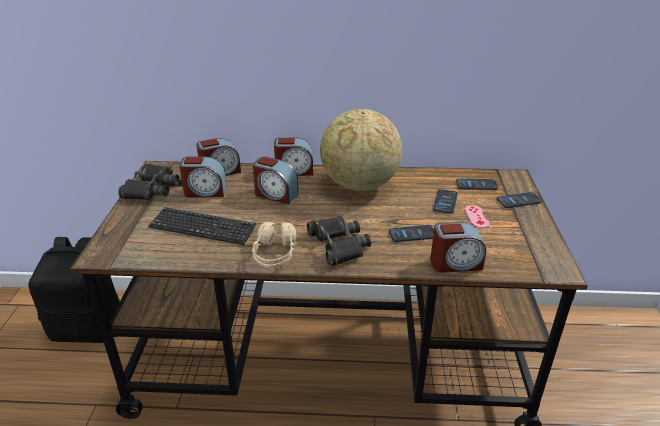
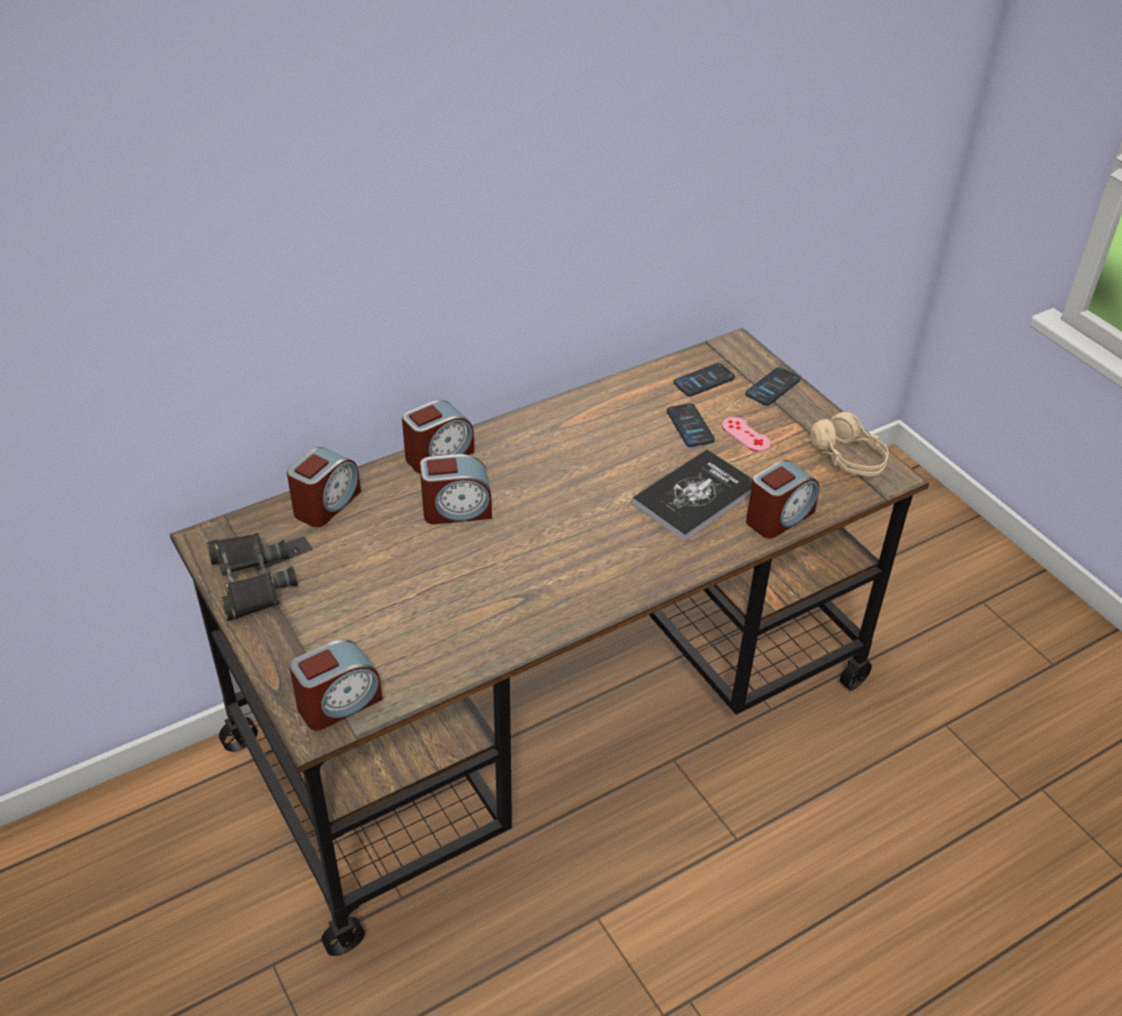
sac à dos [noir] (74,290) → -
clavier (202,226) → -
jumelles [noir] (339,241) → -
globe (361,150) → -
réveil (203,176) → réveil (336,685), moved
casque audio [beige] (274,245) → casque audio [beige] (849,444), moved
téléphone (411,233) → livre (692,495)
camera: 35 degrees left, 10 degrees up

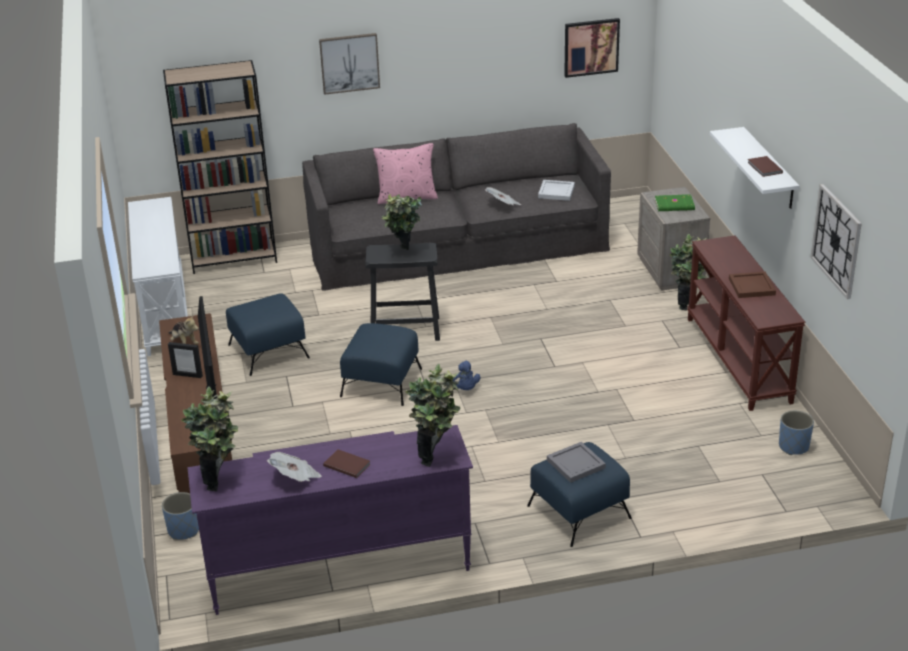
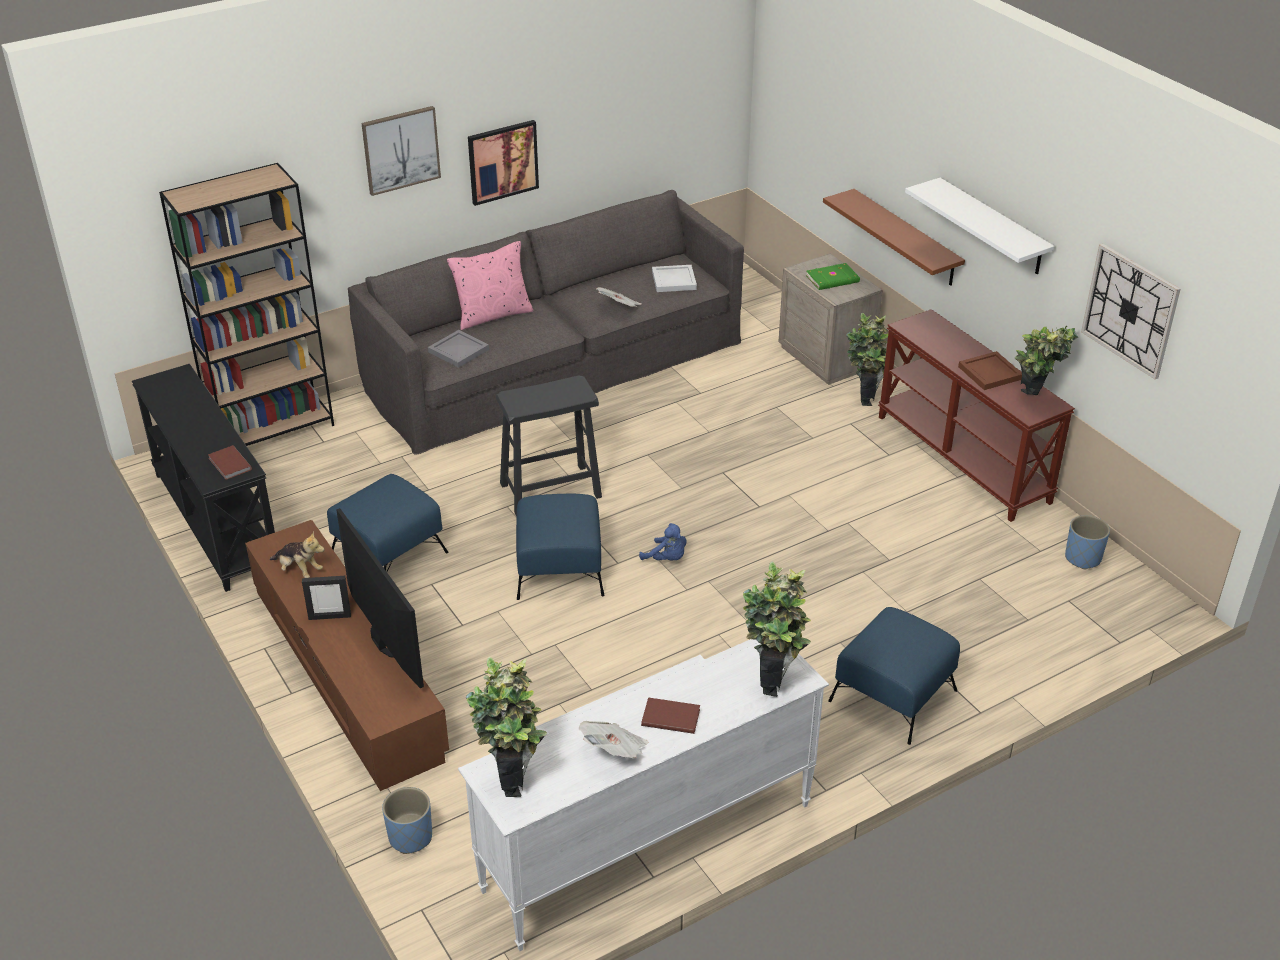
- → étagère [marron] (894,237)
plante en pot (402,222) → plante en pot (1047,360), moved
plateau [gris] (576,462) → plateau [gris] (458,349), moved
tableau (592,48) → tableau (503,163), moved
livre [marron] (765,166) → livre [marron] (230,462), moved
table console [blanc] (158,277) → table console [noir] (203,478)
meuble de rangement [violet] (330,520) → meuble de rangement [blanc] (643,795)
camera: 20 degrees left, 5 degrees up

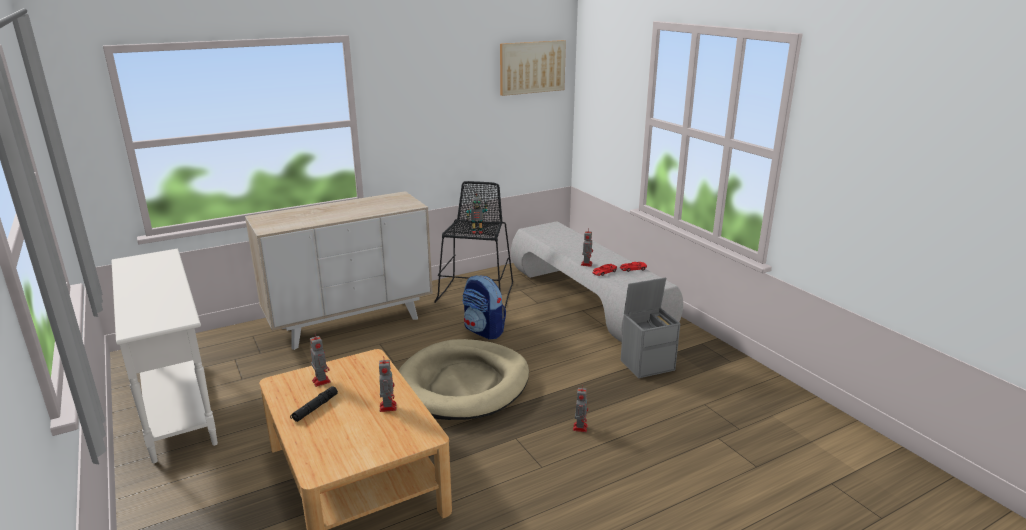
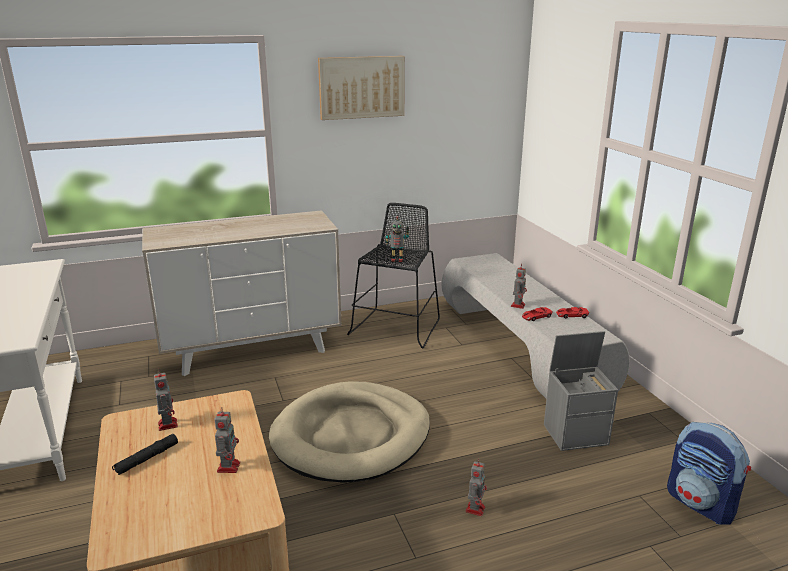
sac à dos (484,307) → sac à dos (709,473), moved
tableau (533,68) → tableau (361,88), moved
camera: 10 degrees right, 0 degrees up

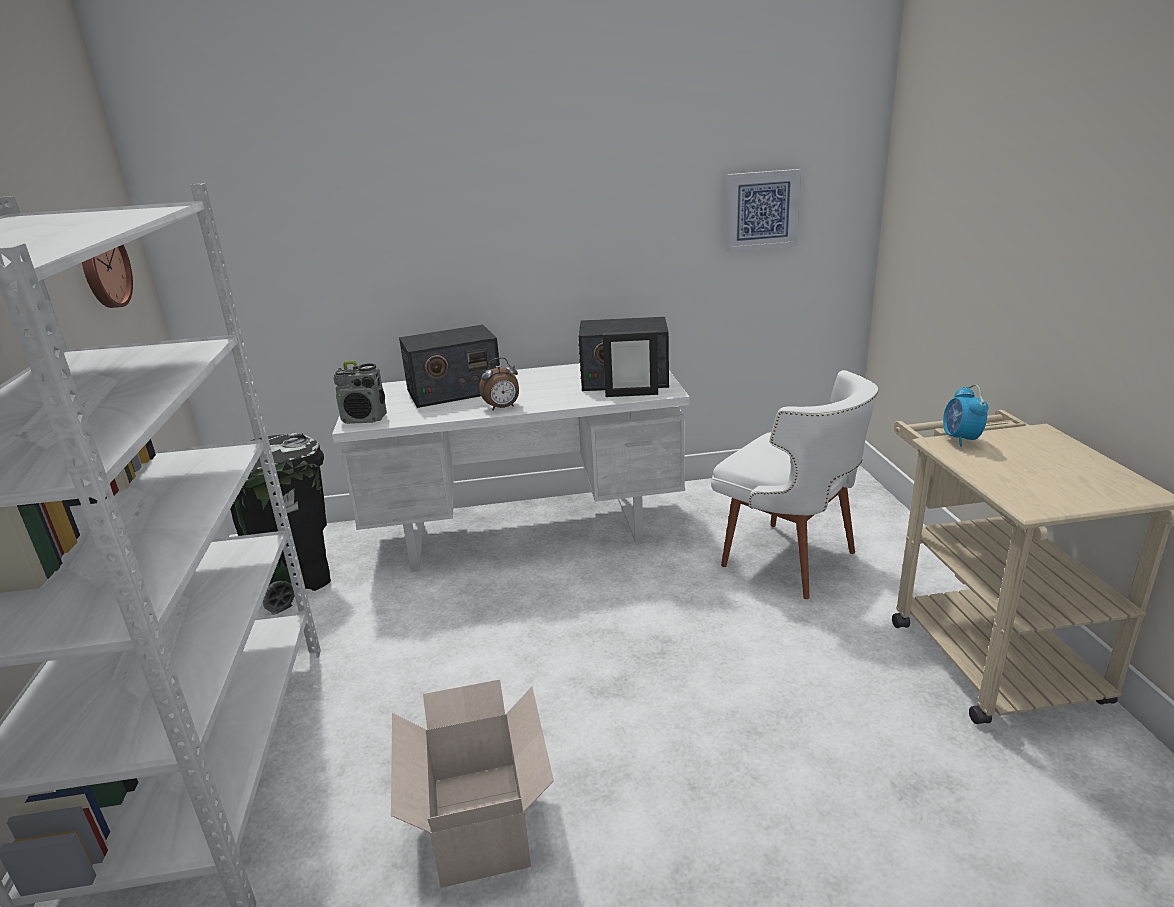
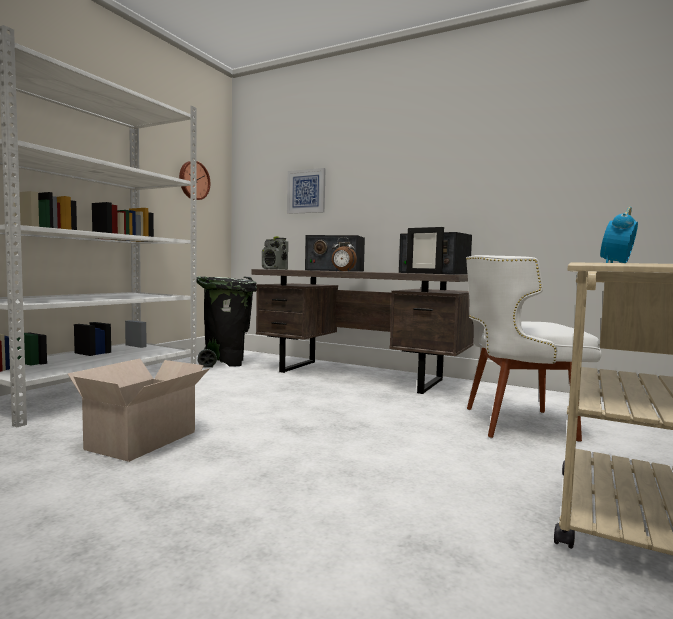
tableau (763,210) → tableau (306,191), moved
bureau [blanc] (511,467) → bureau [marron] (363,331)
chaise [blanc] (794,485) → chaise [blanc] (534,348), 105 degrees clockwise
camera: 35 degrees right, 20 degrees down

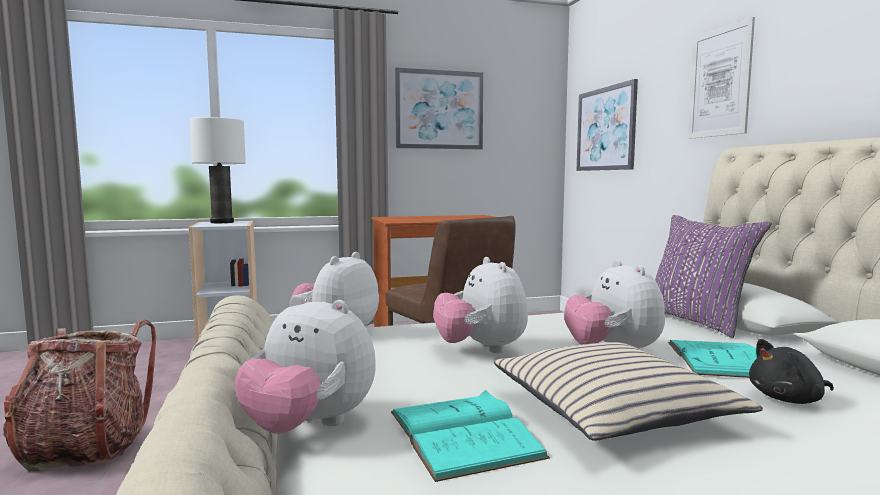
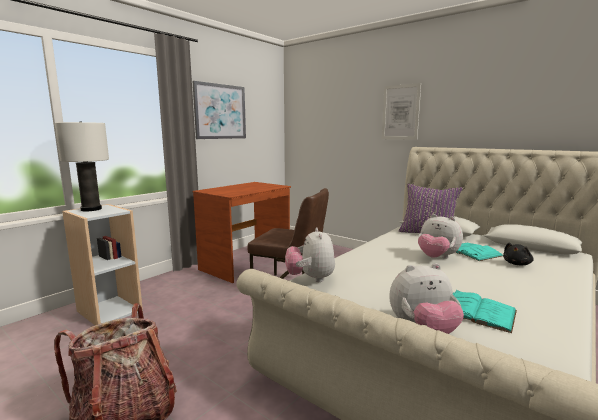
peluche (480,305) → -
coussin [beige] (628,391) → -
tableau (607,125) → -
camera: 35 degrees left, 5 degrees up

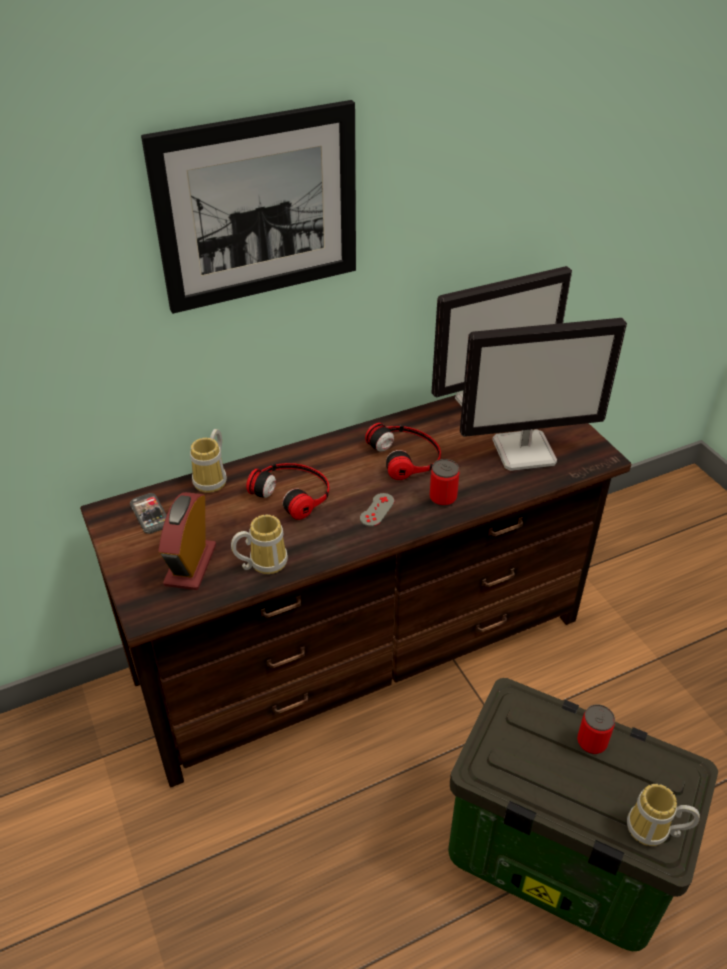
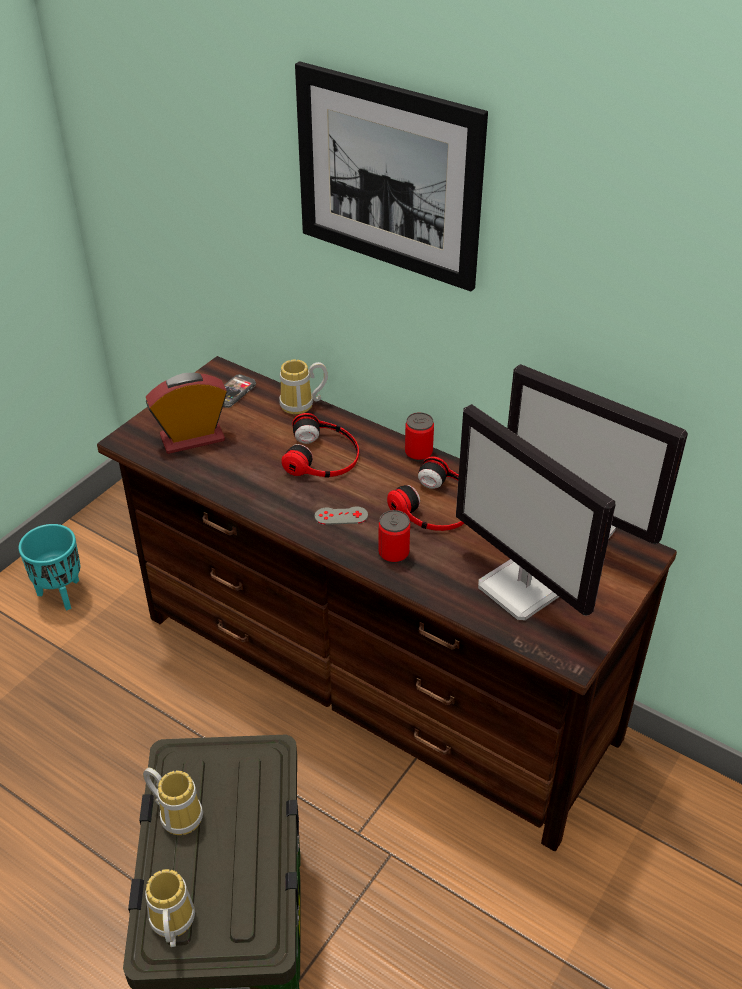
- → cache-pot [turquoise] (49,567)
mug (259,544) → mug (173,801), moved
boîte métallique (596,729) → boîte métallique (419,436), moved
camera: 60 degrees right, 0 degrees up

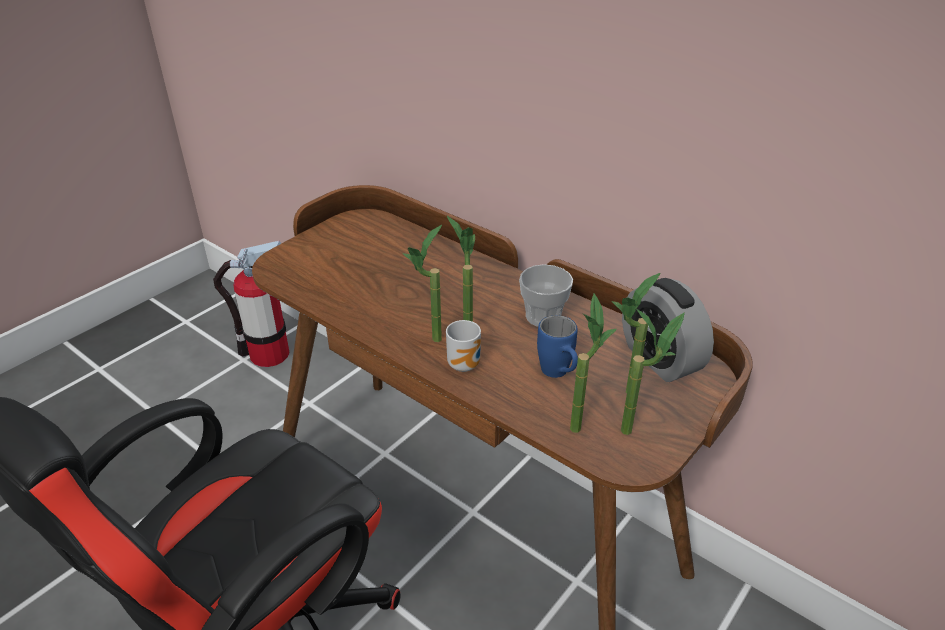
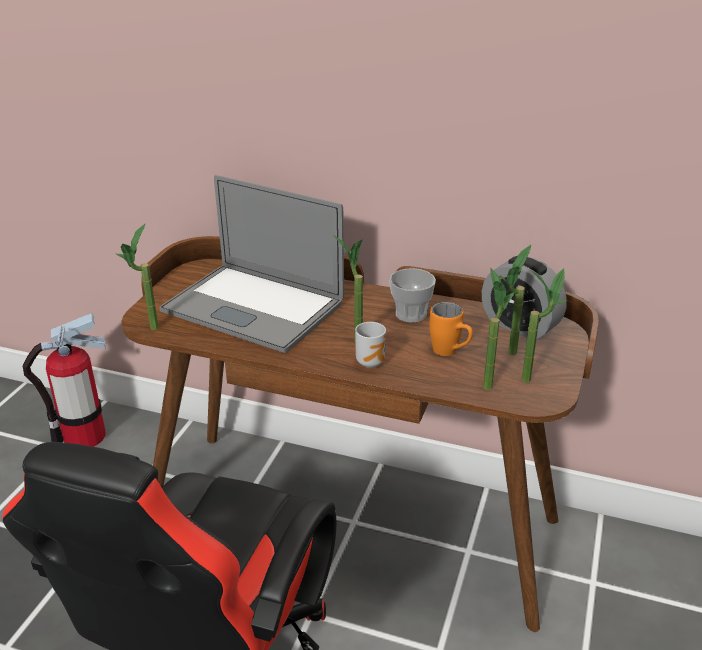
- → ordinateur portable (251,264)
plante en pot (422,283) → plante en pot (137,277), moved
mug [bleu] (557,346) → mug [orange] (451,329)
camera: 20 degrees left, 5 degrees down

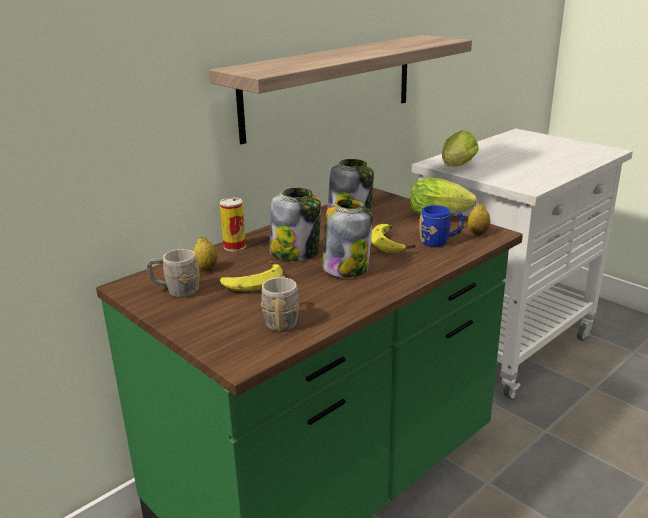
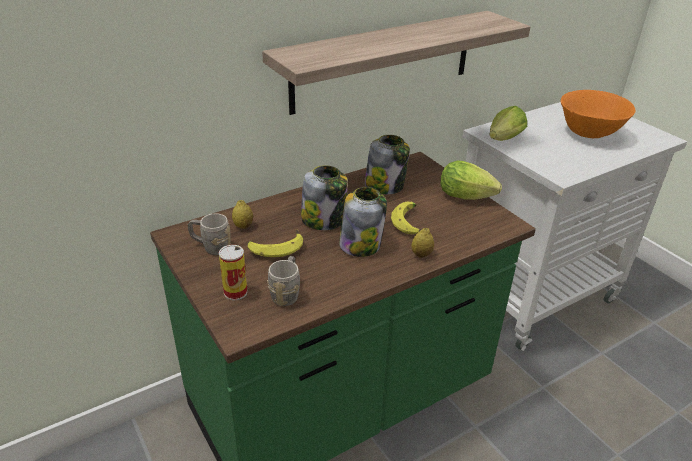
mug [bleu] (441,226) → -
- → bol [orange] (597,114)
boîte métallique (233,224) → boîte métallique (233,272), moved
citron (479,220) → citron (422,243), moved
camera: 10 degrees right, 10 degrees up

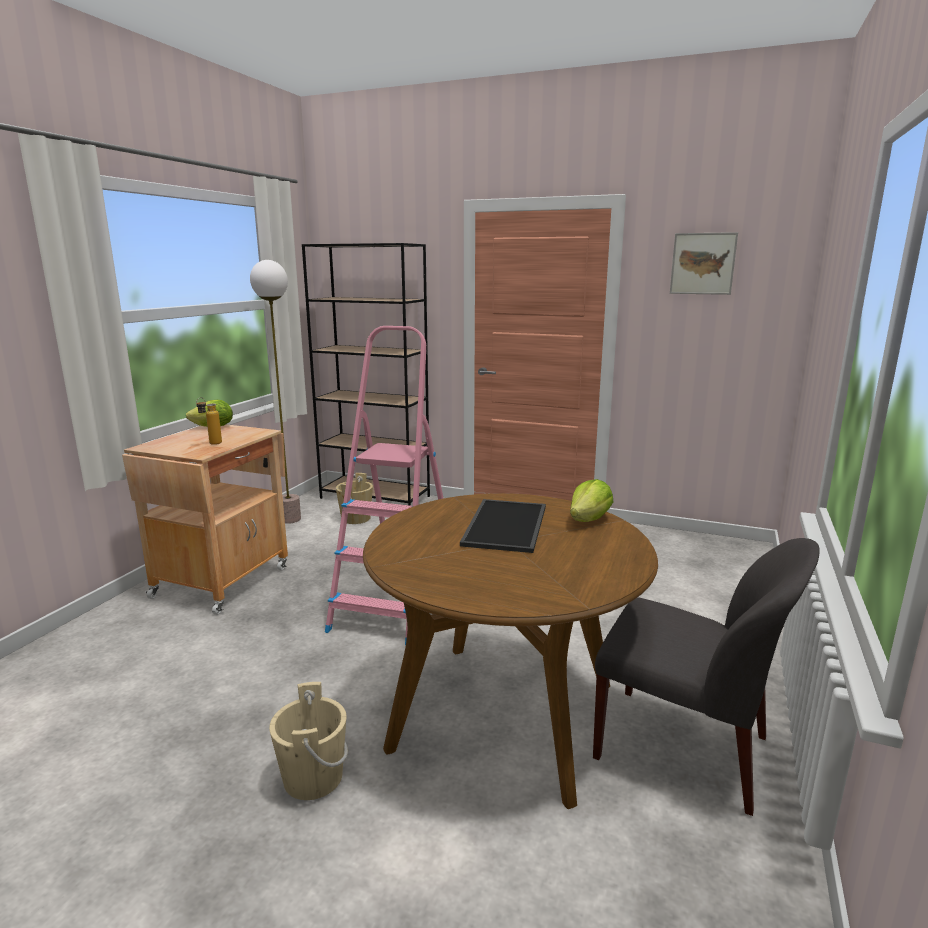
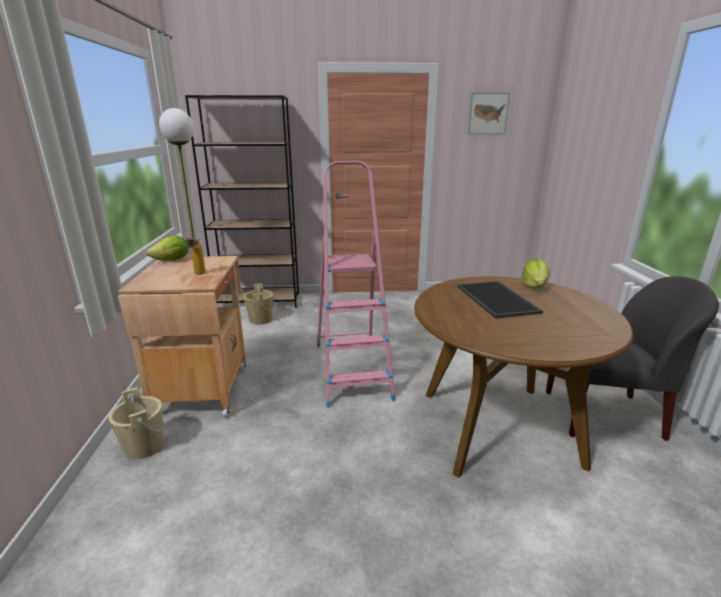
seau [beige] (308,741) → seau [beige] (137,423), moved
camera: 25 degrees left, 5 degrees up

